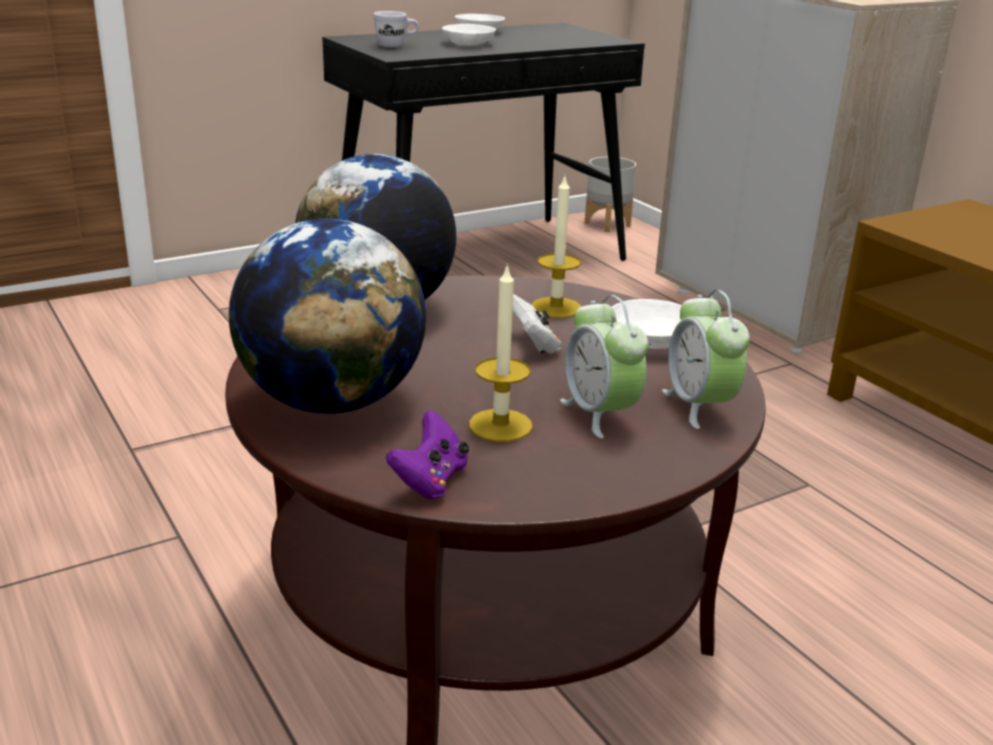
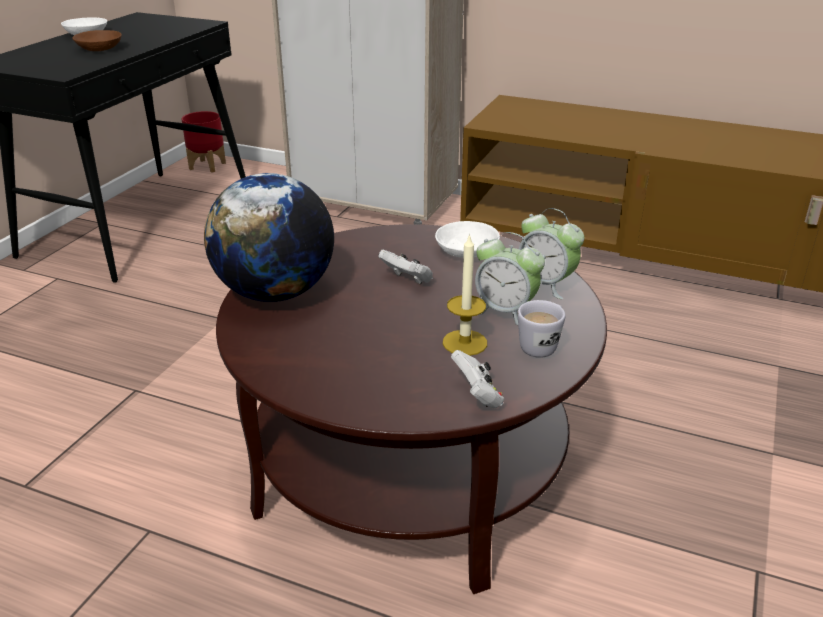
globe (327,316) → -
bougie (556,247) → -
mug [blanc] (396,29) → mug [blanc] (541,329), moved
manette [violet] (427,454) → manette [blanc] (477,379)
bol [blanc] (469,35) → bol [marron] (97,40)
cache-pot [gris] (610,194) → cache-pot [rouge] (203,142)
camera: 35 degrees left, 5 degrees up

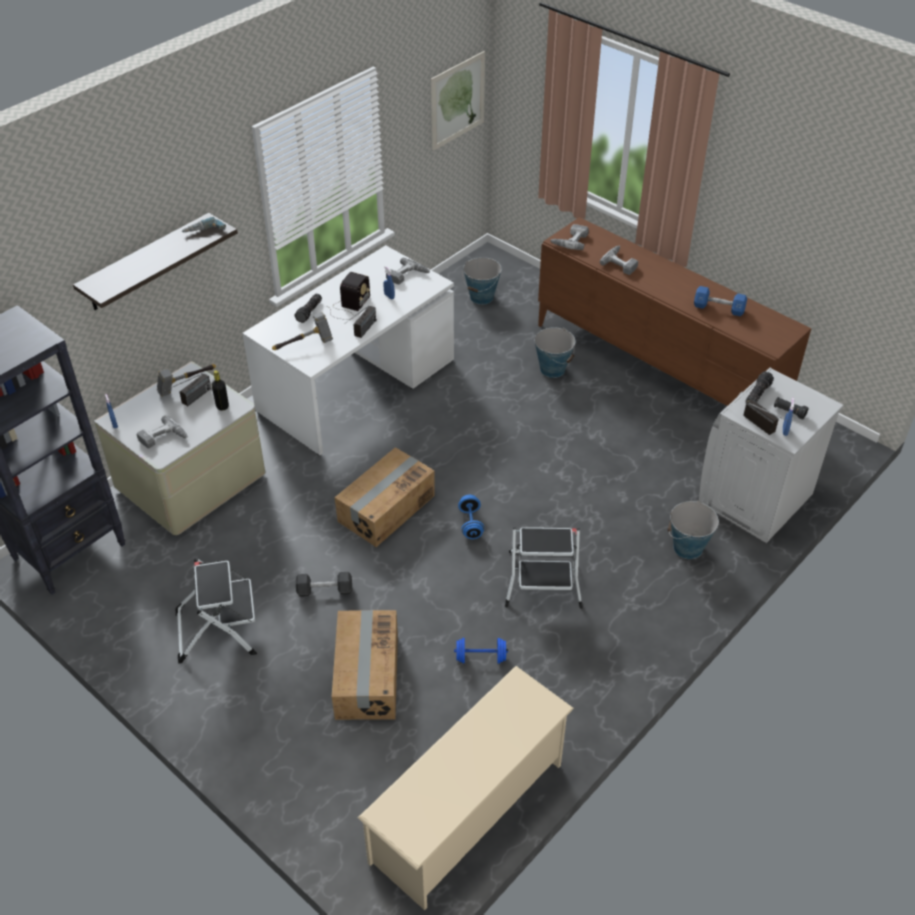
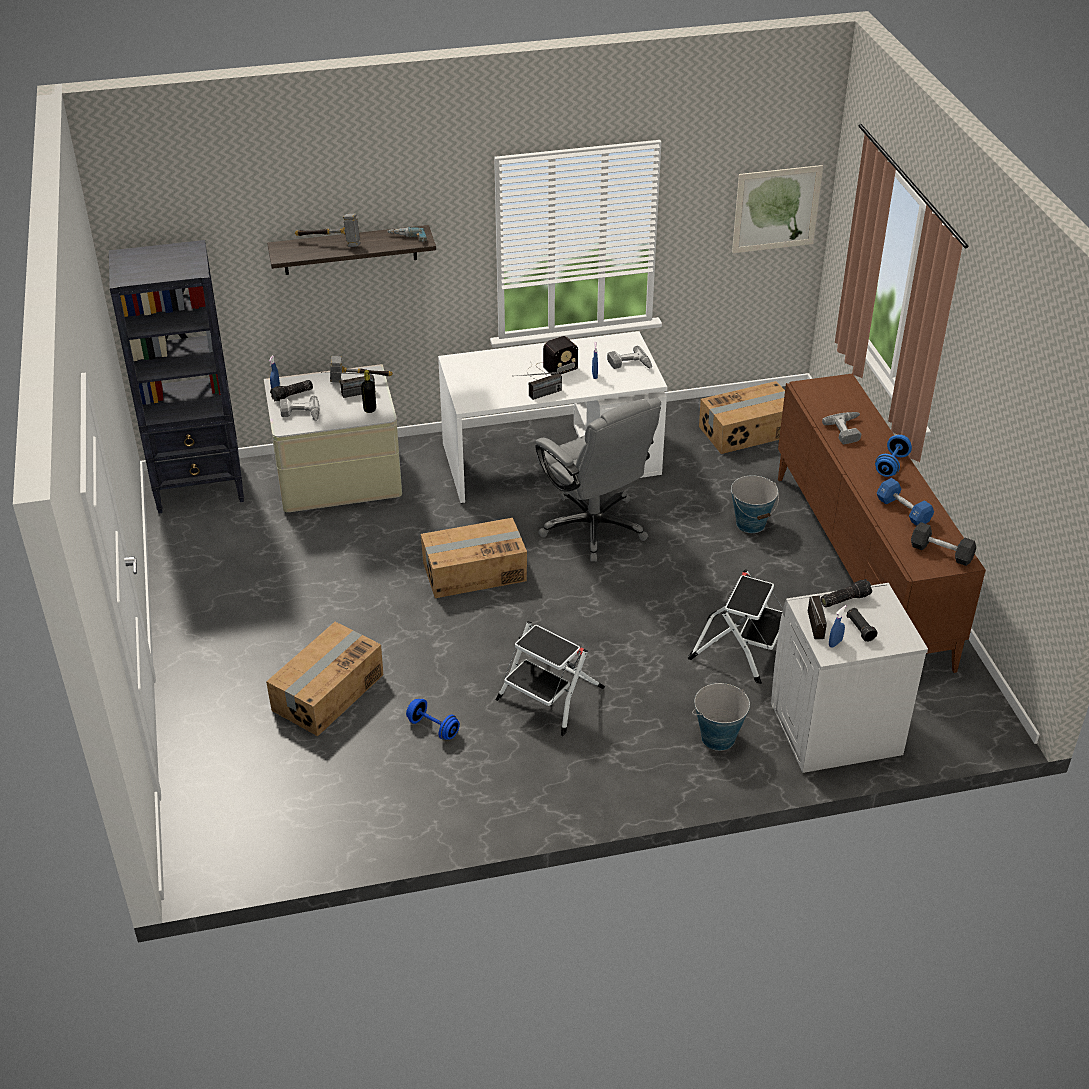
étagère à chaussures [beige] (466,788) → -
perceuse (569,237) → -
- → chaise de bureau [gris] (598,480)
escabeau (216,611) → escabeau (735,626), moved
marteau (302,331) → marteau (328,230), moved
lampe de poche (308,308) → lampe de poche (291,390), moved
haltère [noir] (324,584) → haltère [noir] (943,544), moved
haltère [bleu] (471,517) → haltère [bleu] (893,456), moved
seau (482,281) → carton (742,417)
camera: 35 degrees right, 5 degrees down

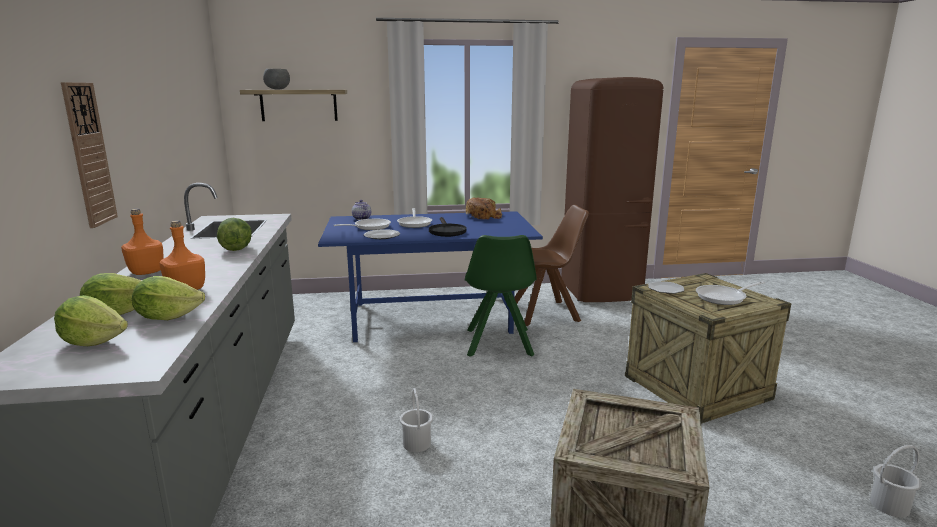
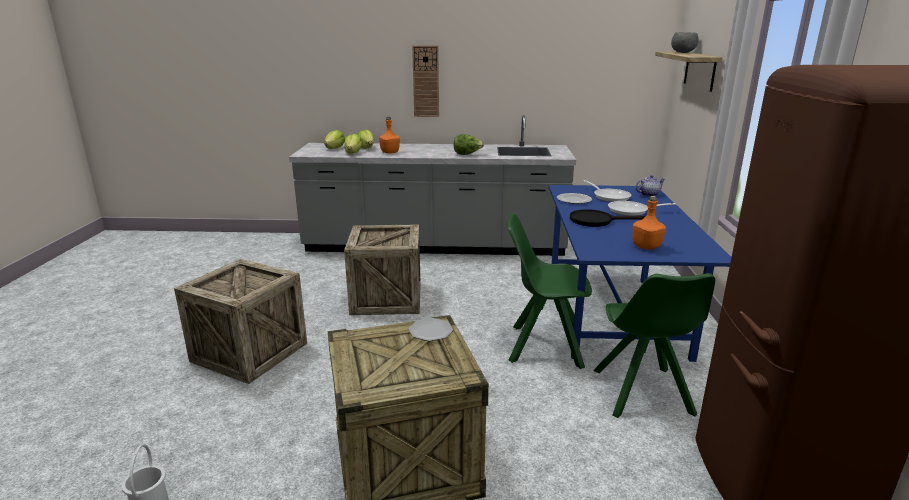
pain (484,208) → -
poêle (730,293) → -
bouteille [orange] (142,242) → bouteille [orange] (649,223), moved
seau [blanc] (416,420) → caisse (382,269)
chaise [marron] (551,265) → chaise [vert] (654,345)
camera: 100 degrees right, 5 degrees up

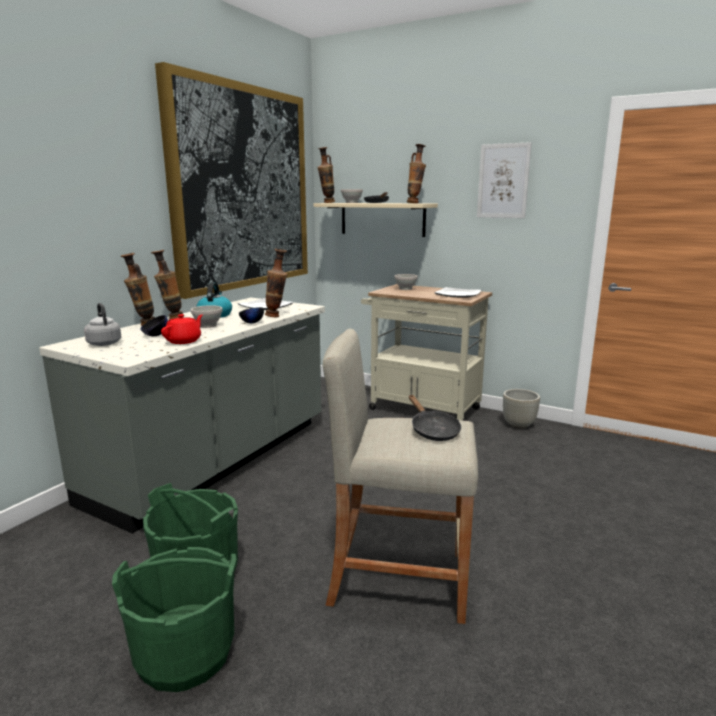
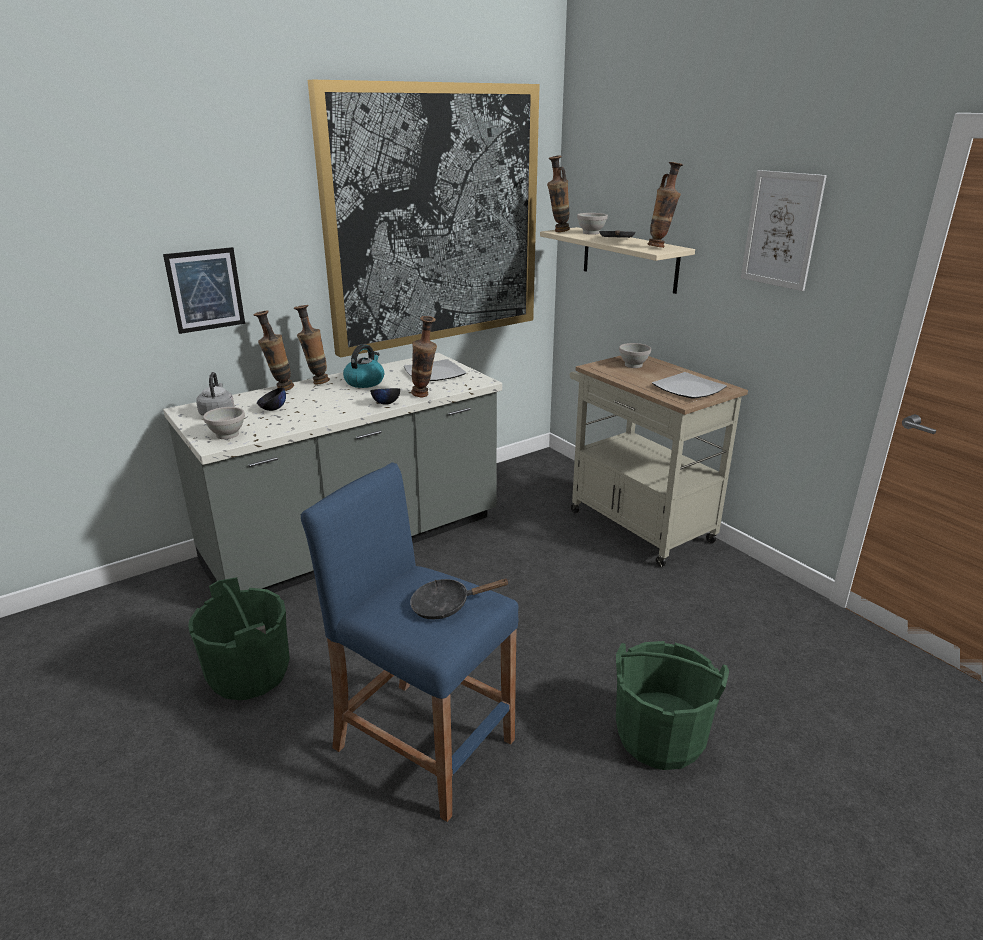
théière [rouge] (181,329) → -
cache-pot [gris] (521,409) → -
- → tableau (204,290)
seau [vert] (174,619) → seau [vert] (672,705), moved
bol [blanc] (207,316) → bol [blanc] (224,423), moved
tabouret [beige] (400,476) → tabouret [bleu] (409,642)
poêle [noir] (435,418) → poêle [noir] (460,599), 75 degrees clockwise
camera: 25 degrees right, 10 degrees up

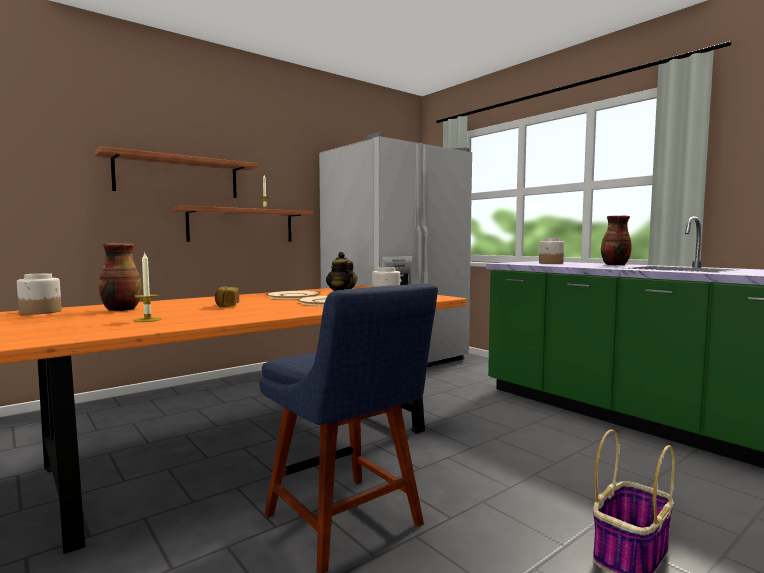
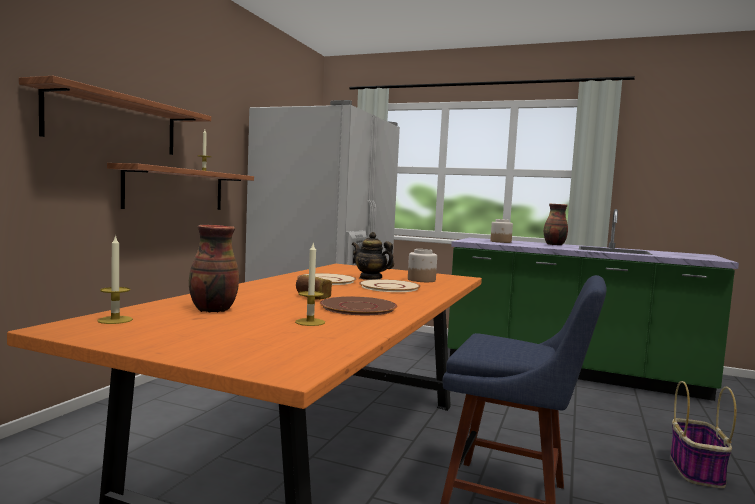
- → assiette [marron] (358,305)
bocal (39,294) → bougie (115,279)
camera: 30 degrees left, 0 degrees up

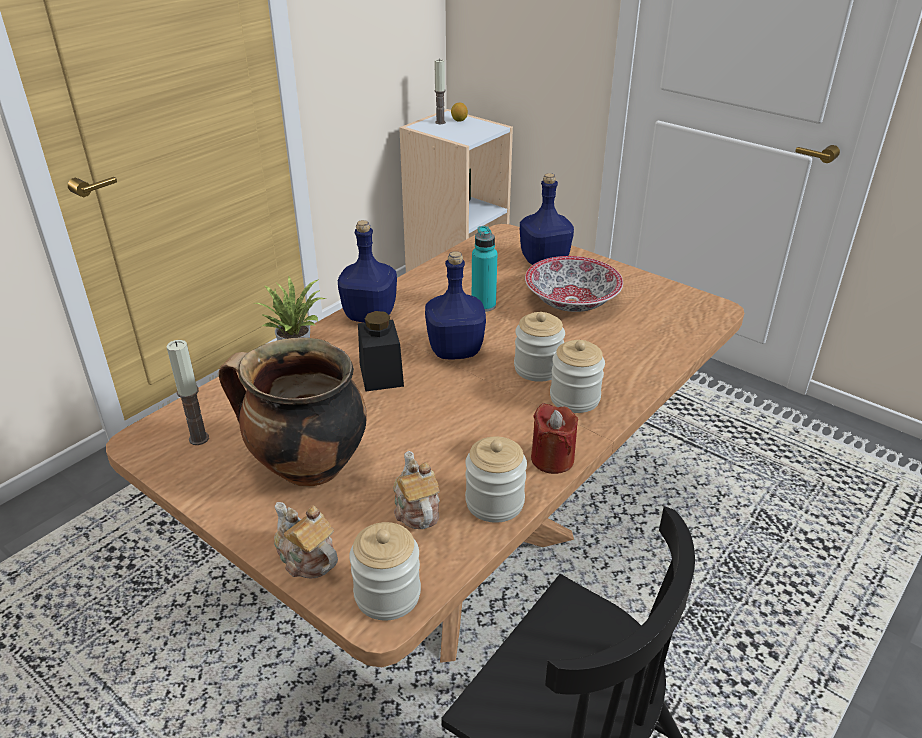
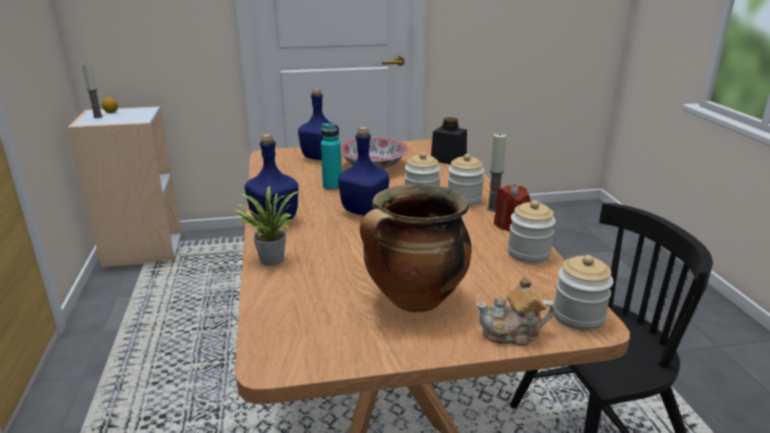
théière (416,490) → -
bougie (187,392) → bougie (497,172), moved
bocal [noir] (381,351) → bocal [noir] (449,141), moved
camera: 50 degrees left, 10 degrees down

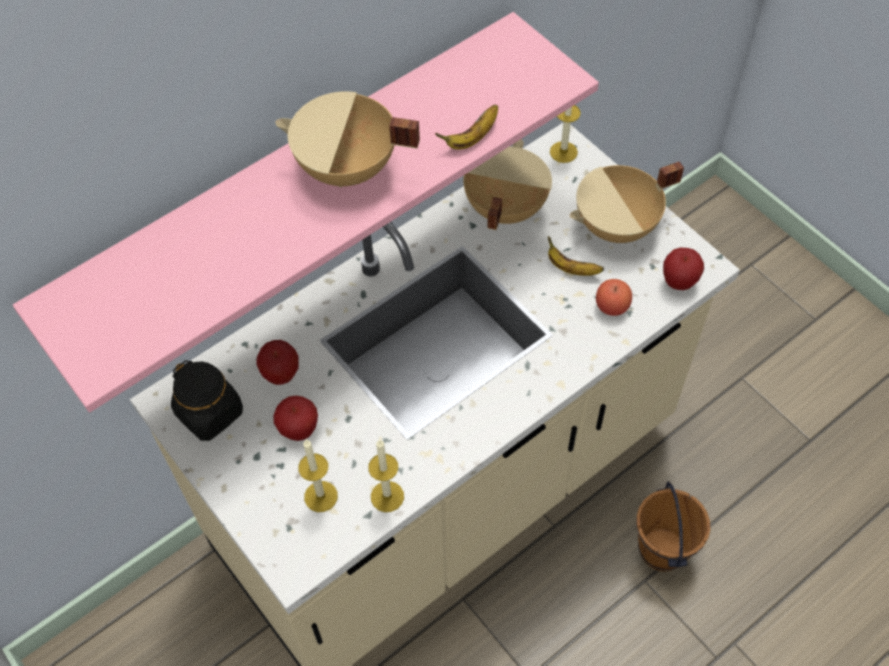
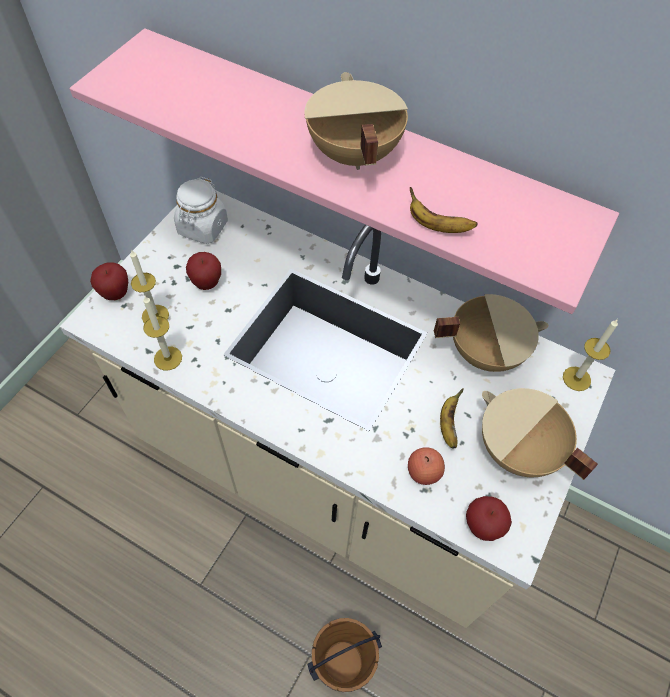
pomme (277,362) → pomme (109,281), moved
bocal [noir] (207,400) → bocal [blanc] (201,210)
camera: 65 degrees right, 0 degrees up

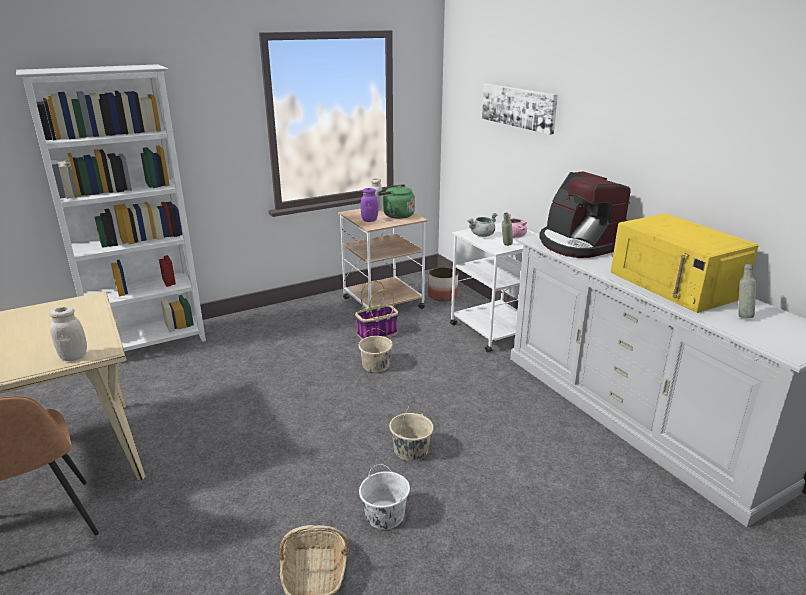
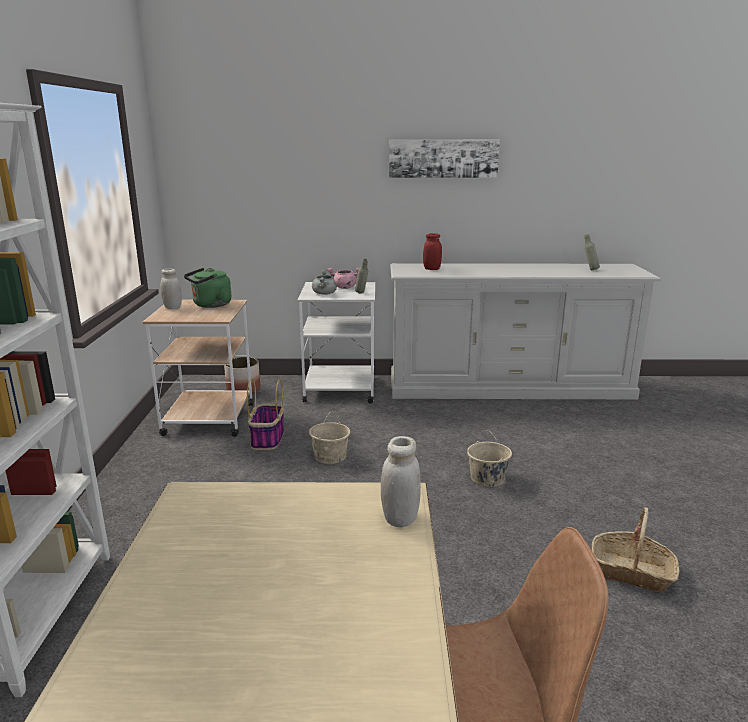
seau [blanc] (384,496) → -
bocal [violet] (369,205) → -
micro-ondes [jaune] (684,263) → -
tableau (520,109) → tableau (444,158), moved
machine à café (585,214) → bocal [rouge] (432,251)
camera: 60 degrees left, 5 degrees down

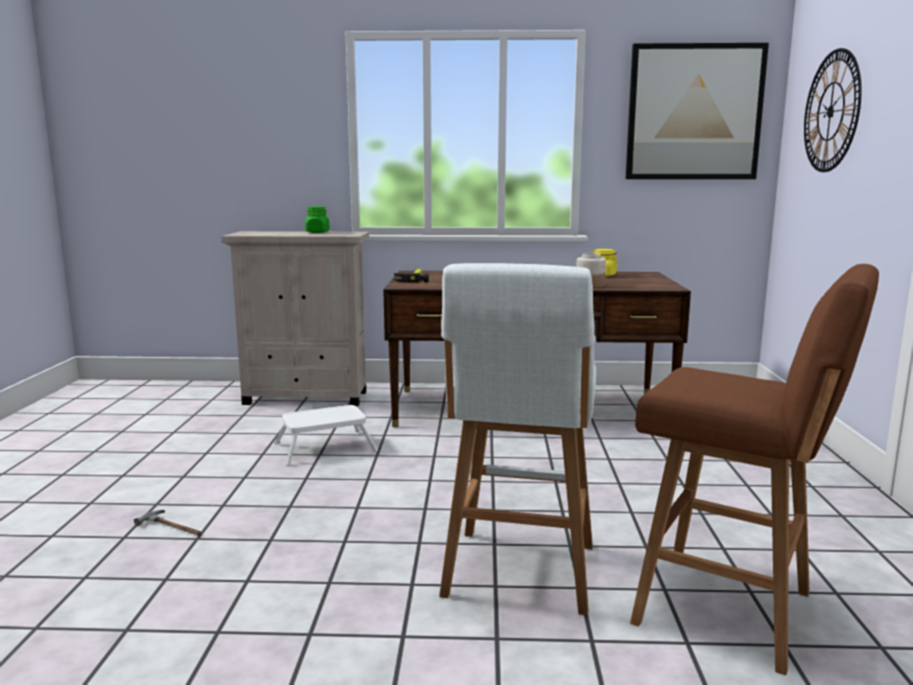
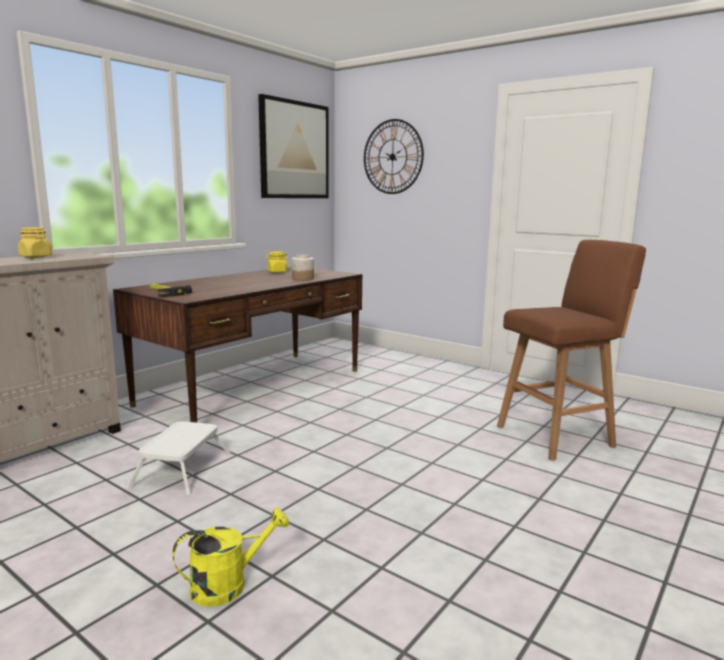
tabouret [blanc] (517,439) → -
marteau (168,523) → arrosoir [jaune] (231,557)
bocal [vert] (317,219) → bocal [jaune] (35,242)
camera: 55 degrees left, 0 degrees up

